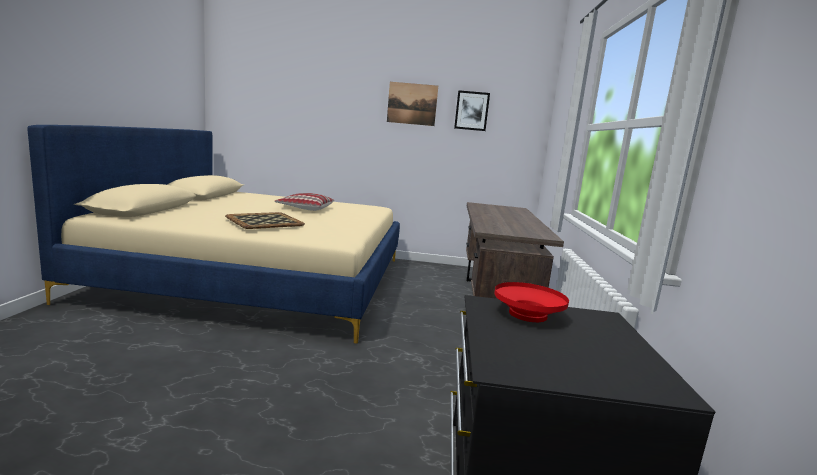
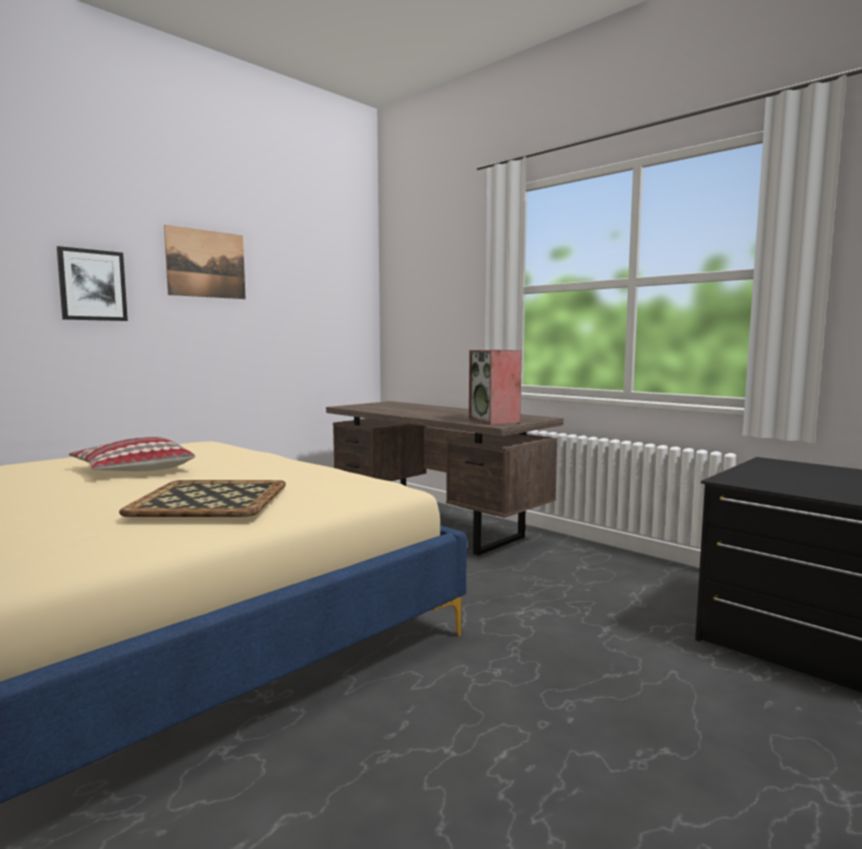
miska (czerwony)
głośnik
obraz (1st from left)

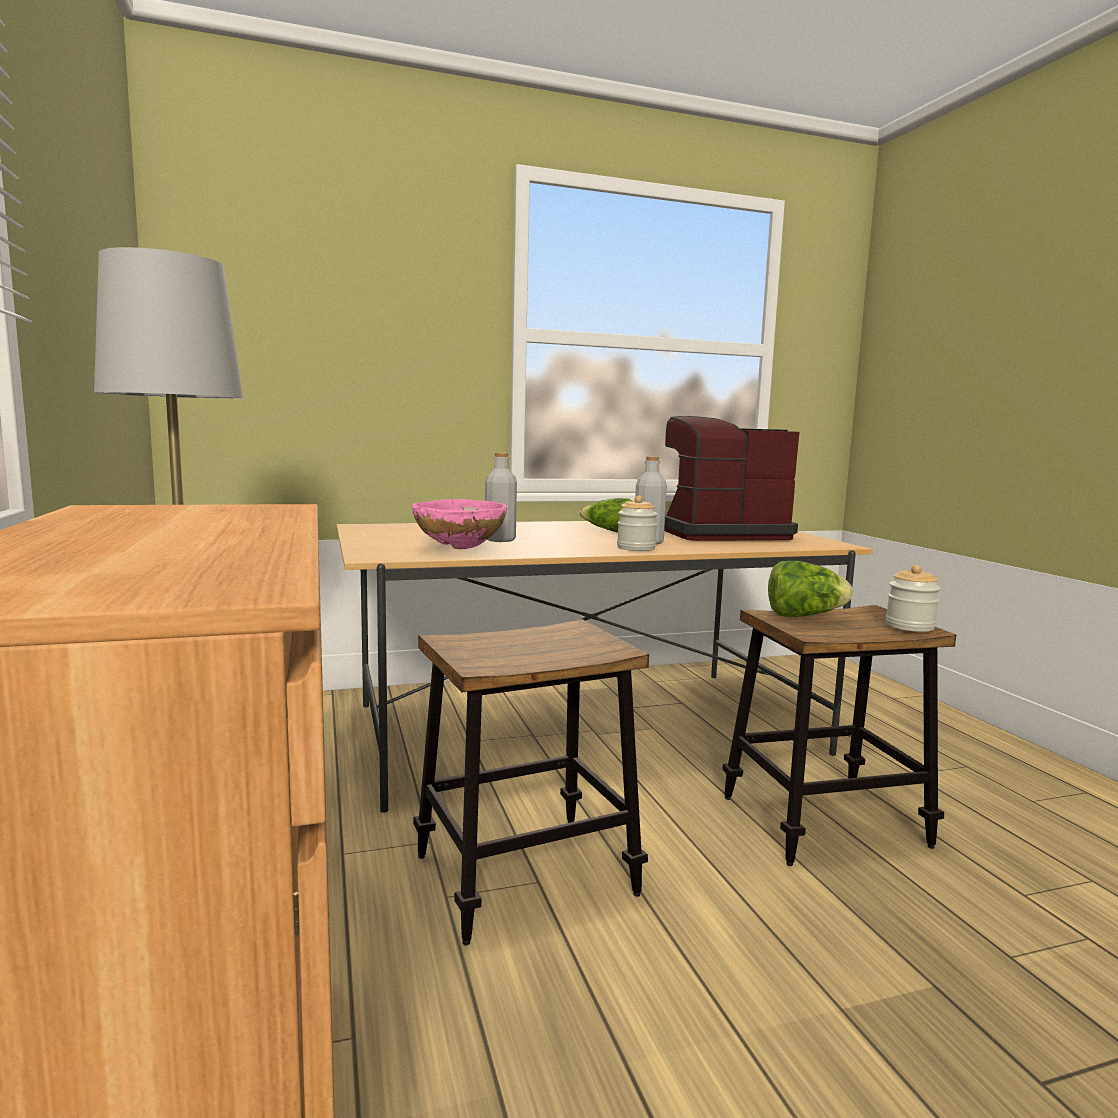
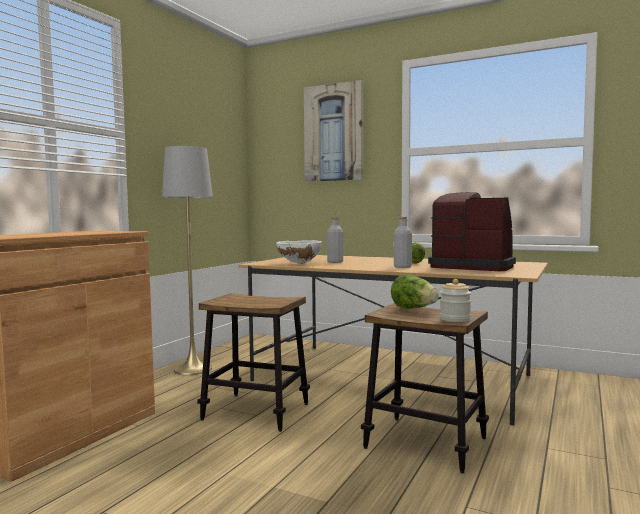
słoik (1st from left in the first image)
obraz
miska (biały)

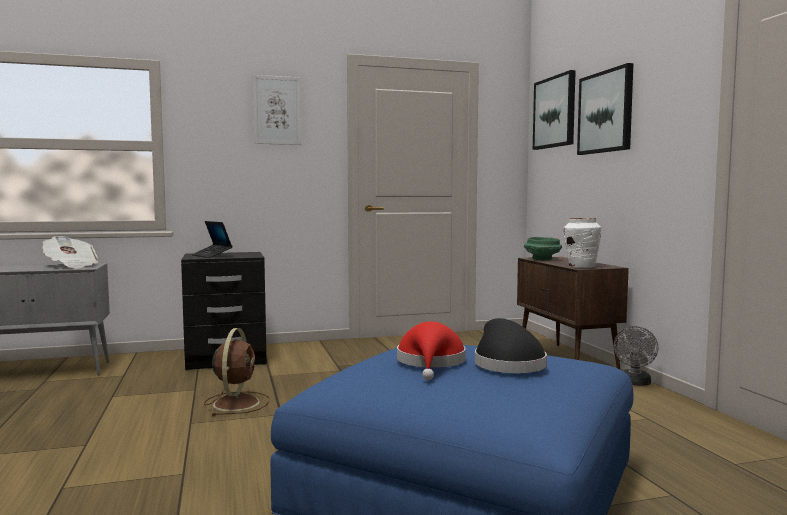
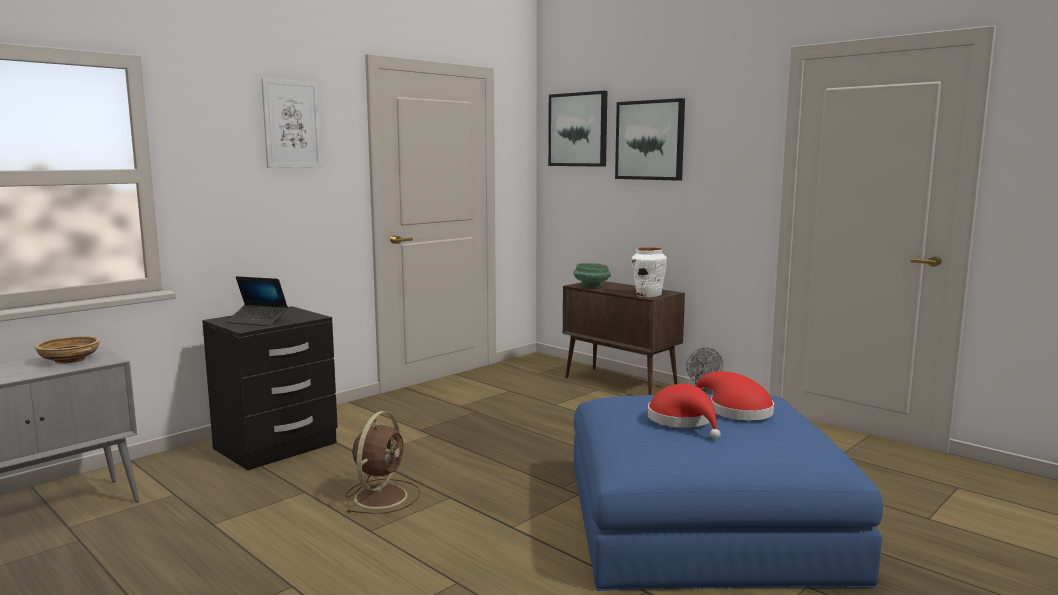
miska (beżowy)
kapelusz (czerwony) (2nd from left)
wentylator (brązowy)

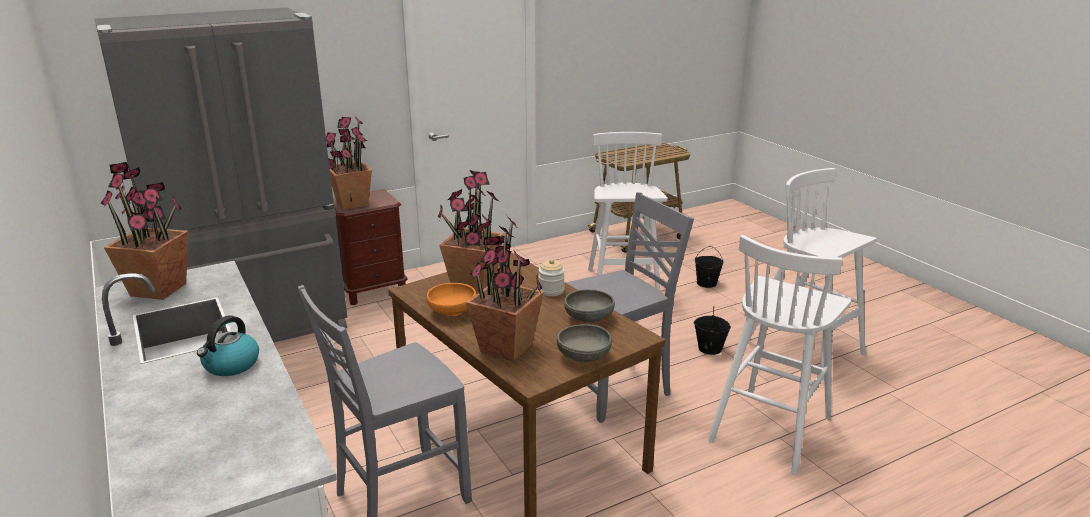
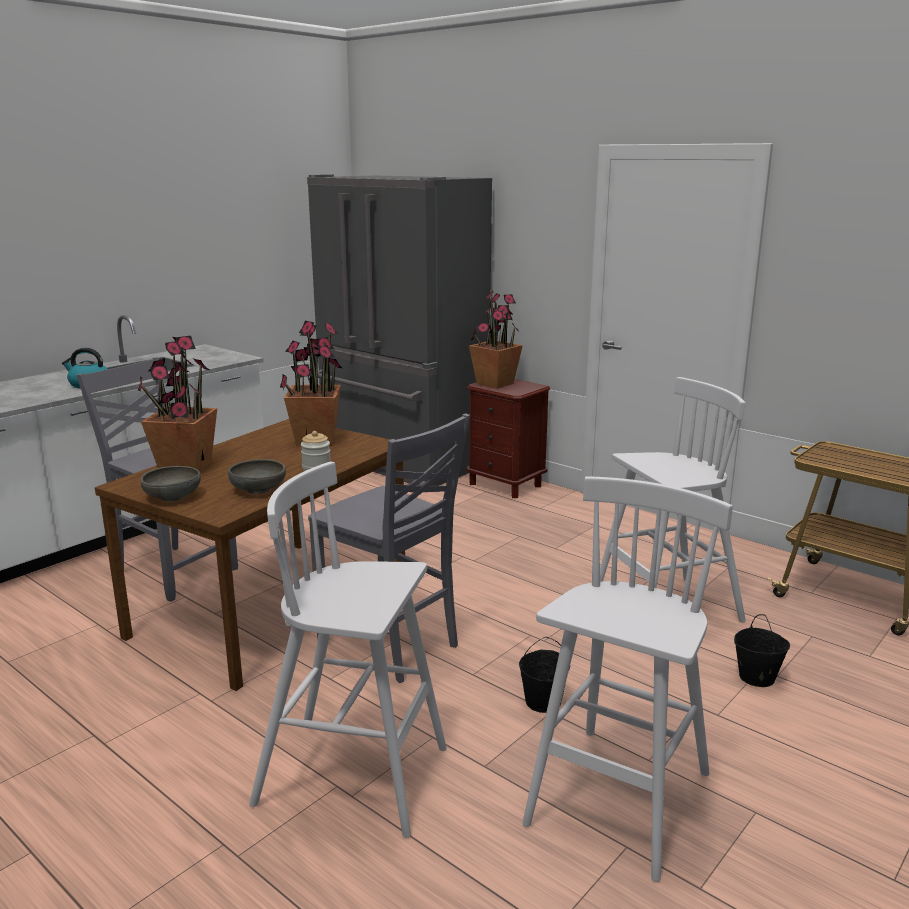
roślina doniczkowa (1st from left in the first image)
miska (pomarańczowy)

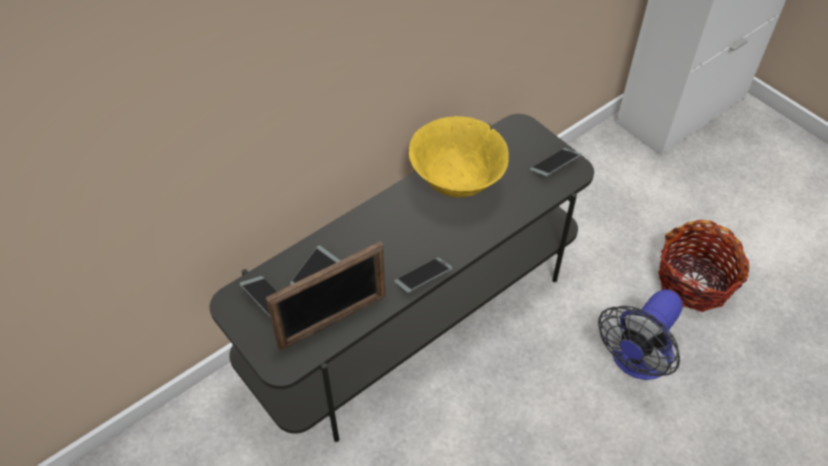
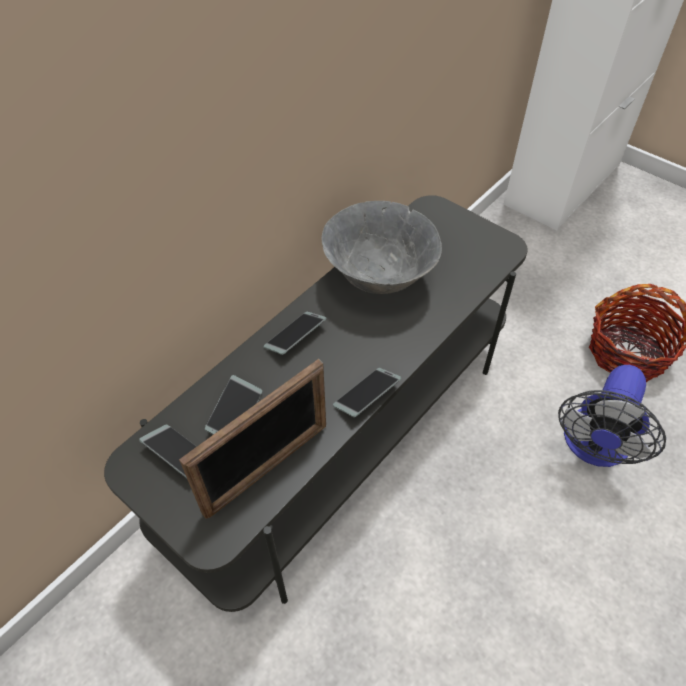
telefon (3rd from left)
miska (szary)

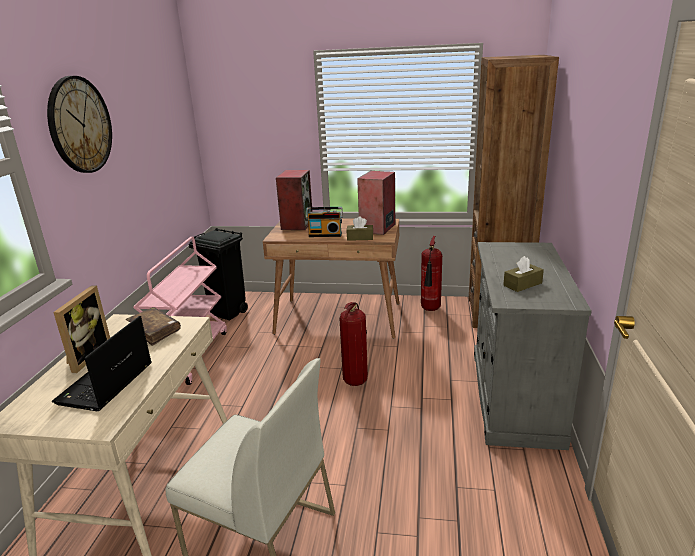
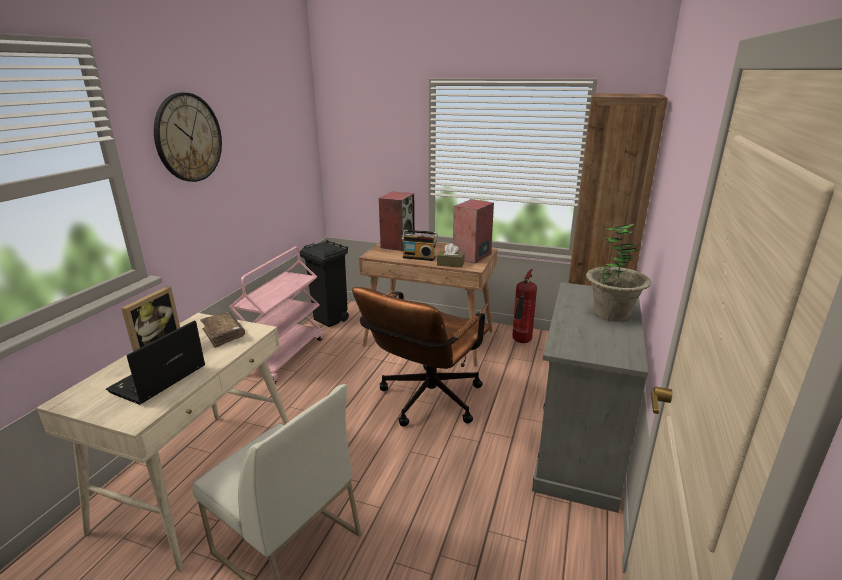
pudełko chusteczek (brązowy) (2nd from left in the first image)
roślina doniczkowa
krzesło biurowe (brązowy)

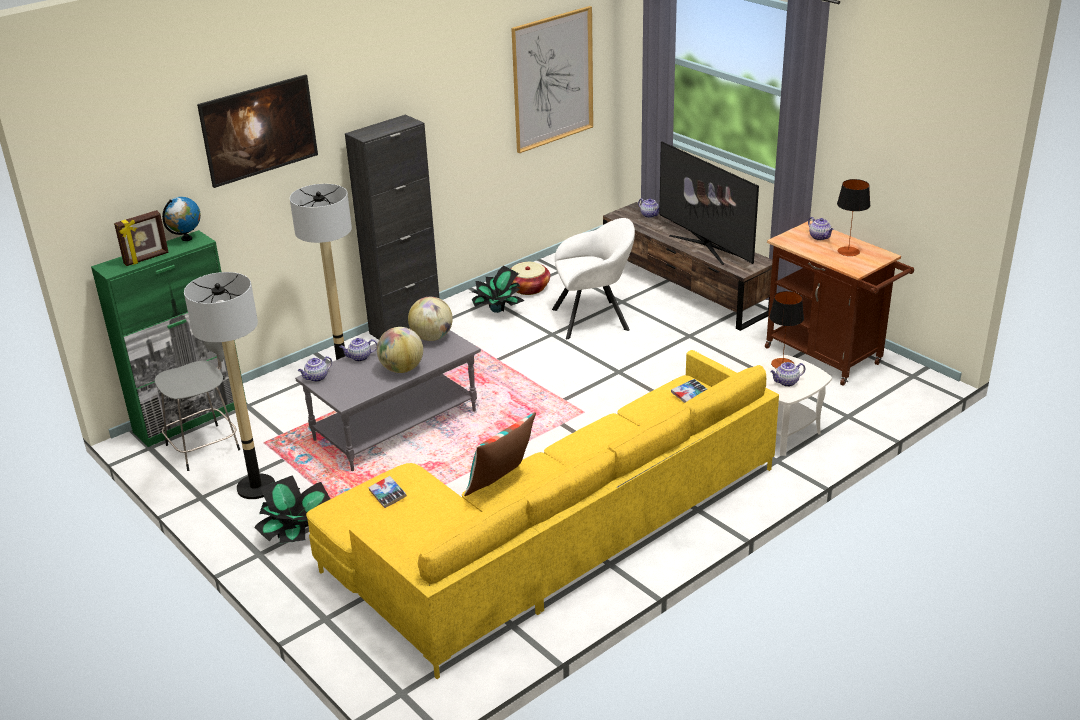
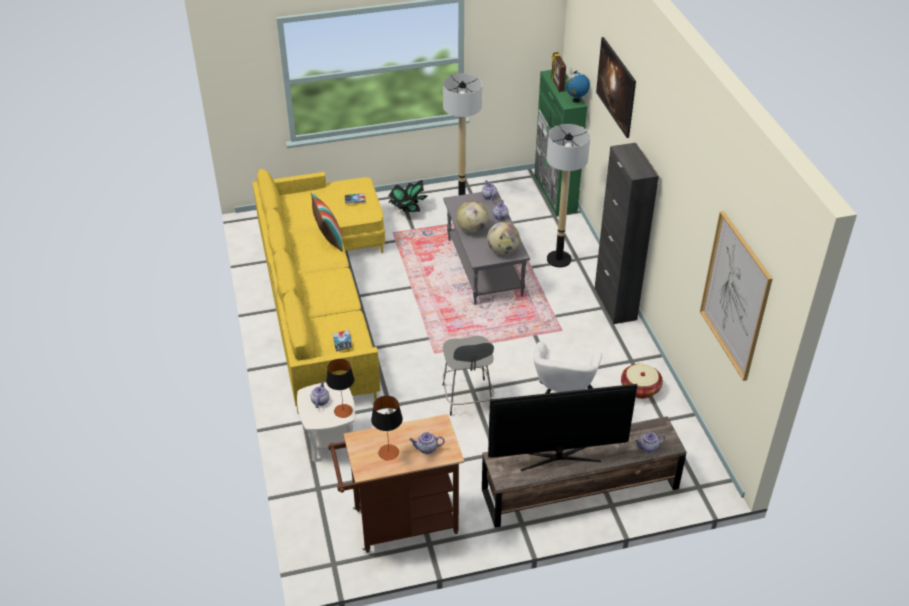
roślina doniczkowa (2nd from left in the first image)
stołek (szary)

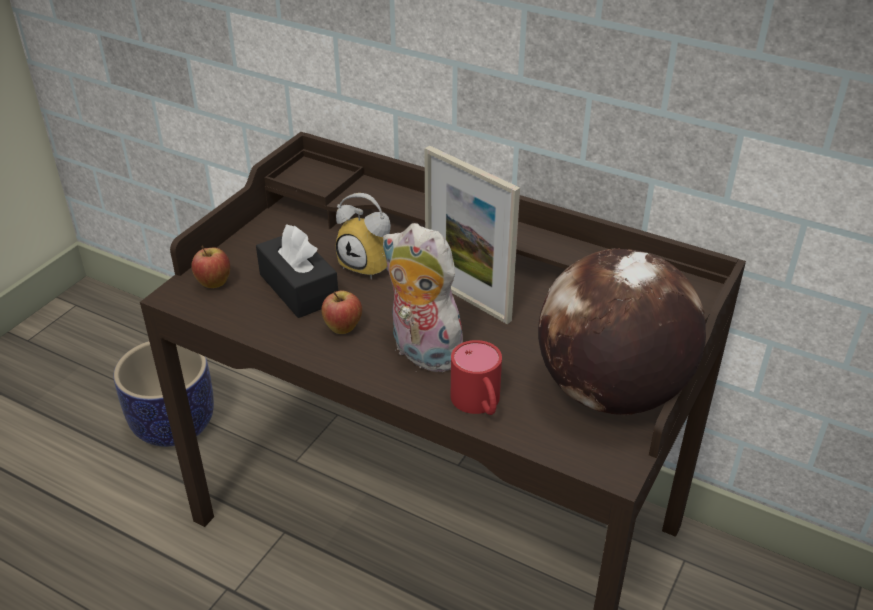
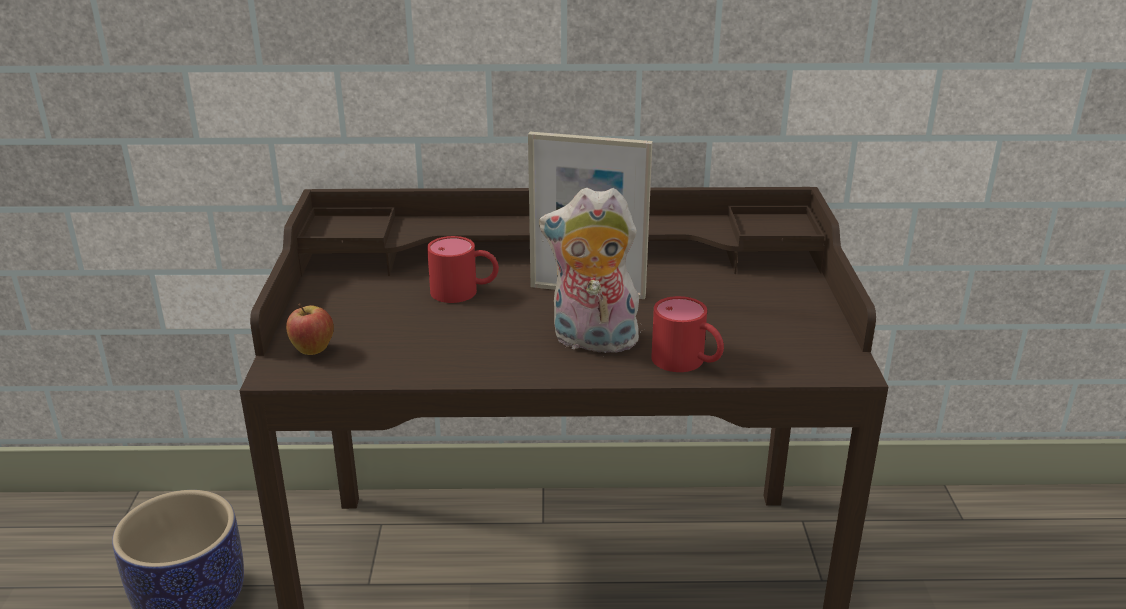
pudełko chusteczek (czarny)
jabłko (2nd from left in the first image)
globus
kubek (czerwony) (1st from left)

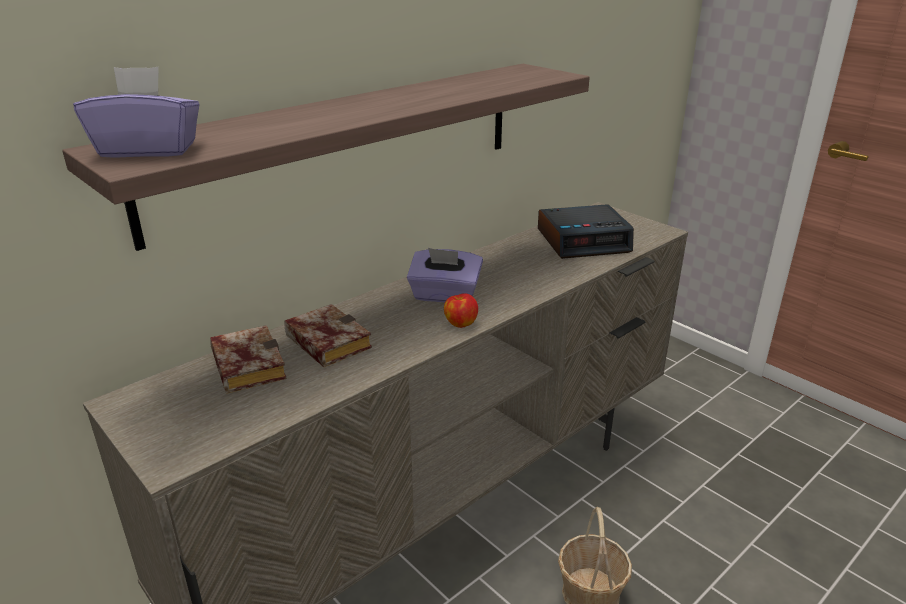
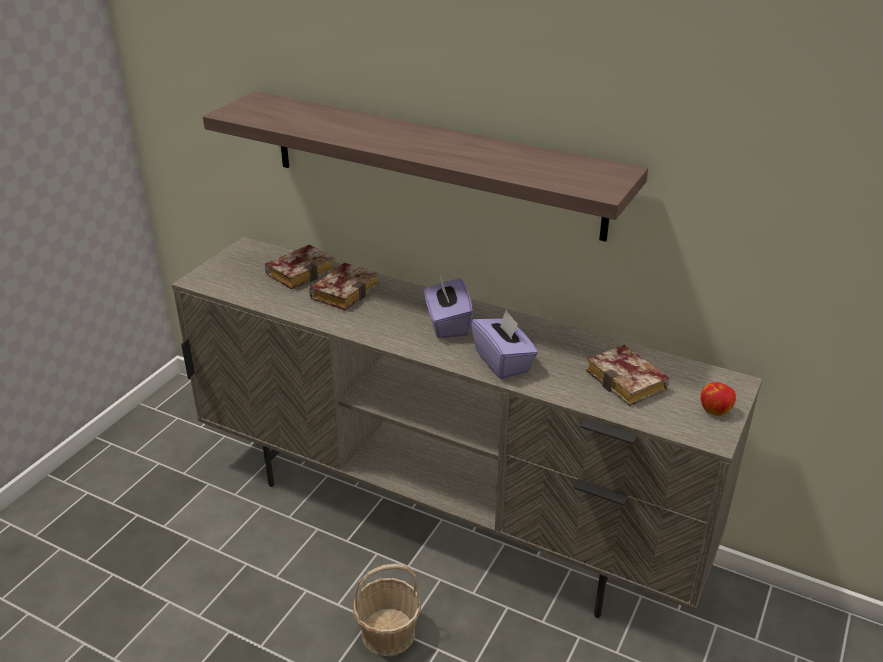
pudełko chusteczek (fioletowy) (2nd from left)
jabłko
książka (3rd from left)

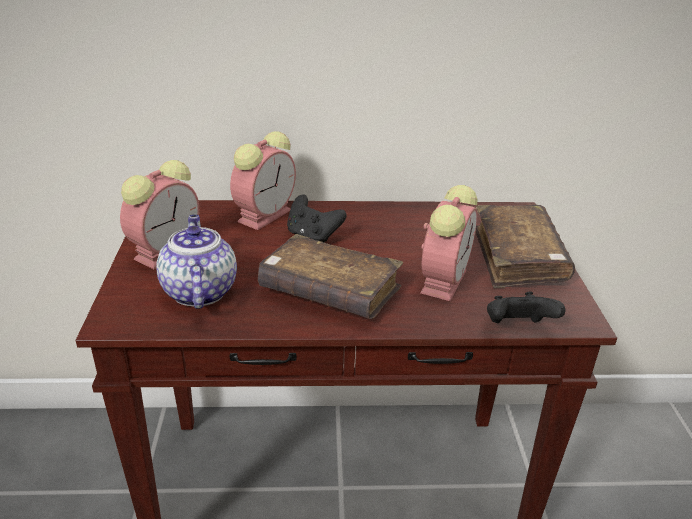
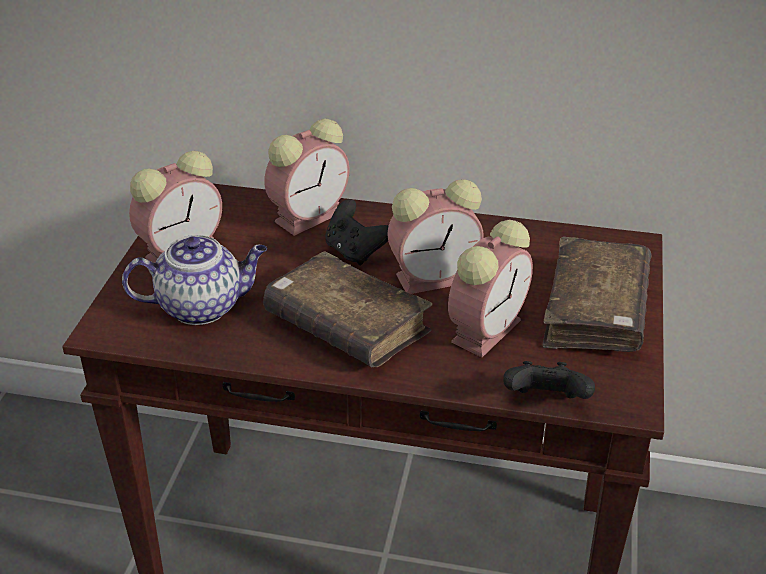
budzik (3rd from left)
imbryk

